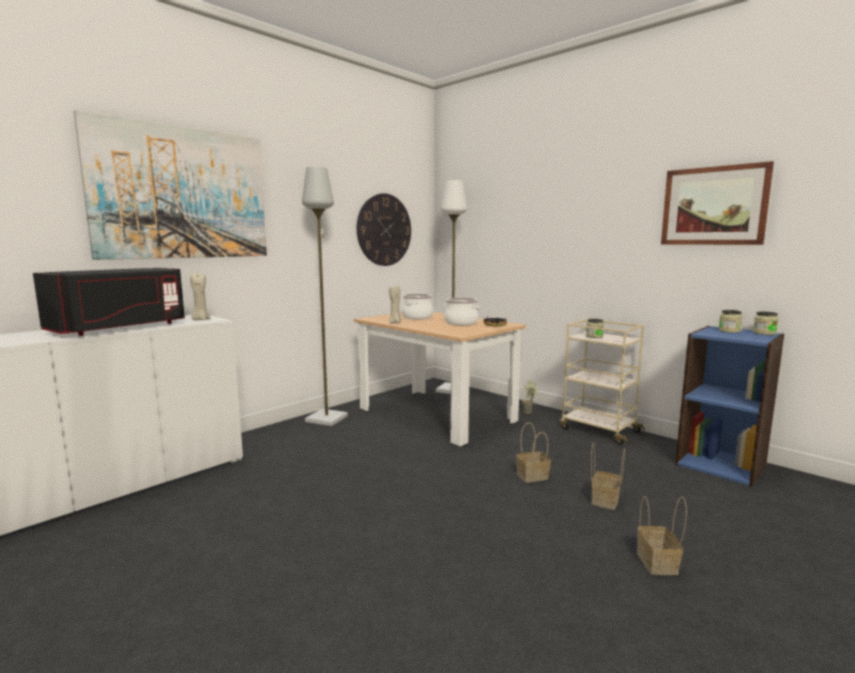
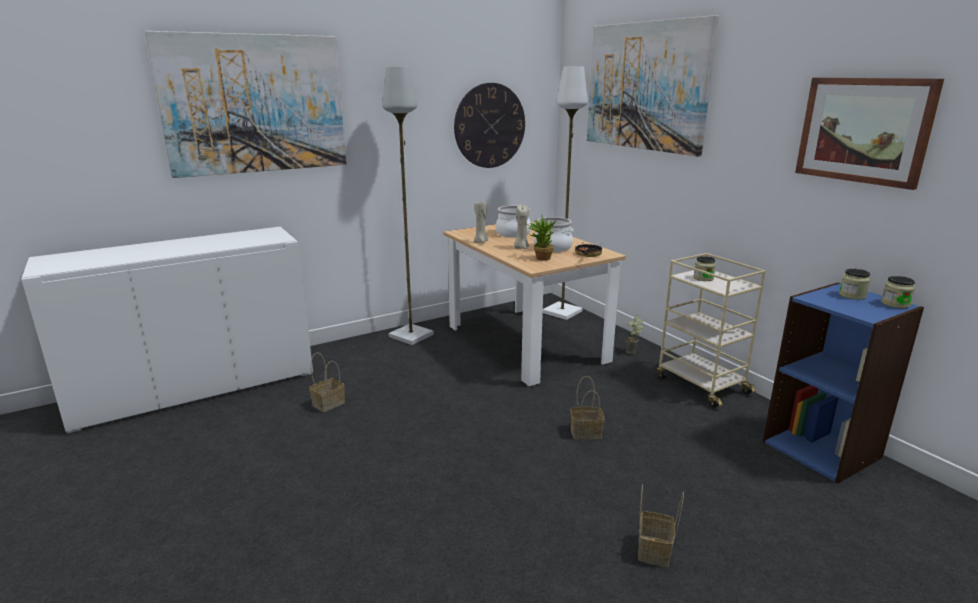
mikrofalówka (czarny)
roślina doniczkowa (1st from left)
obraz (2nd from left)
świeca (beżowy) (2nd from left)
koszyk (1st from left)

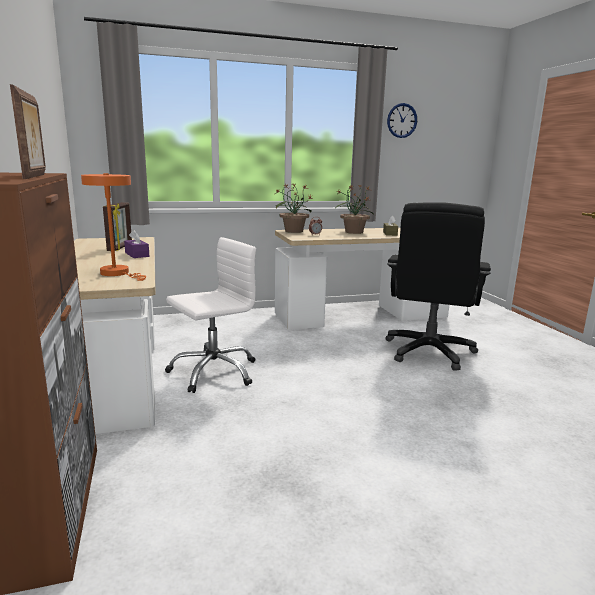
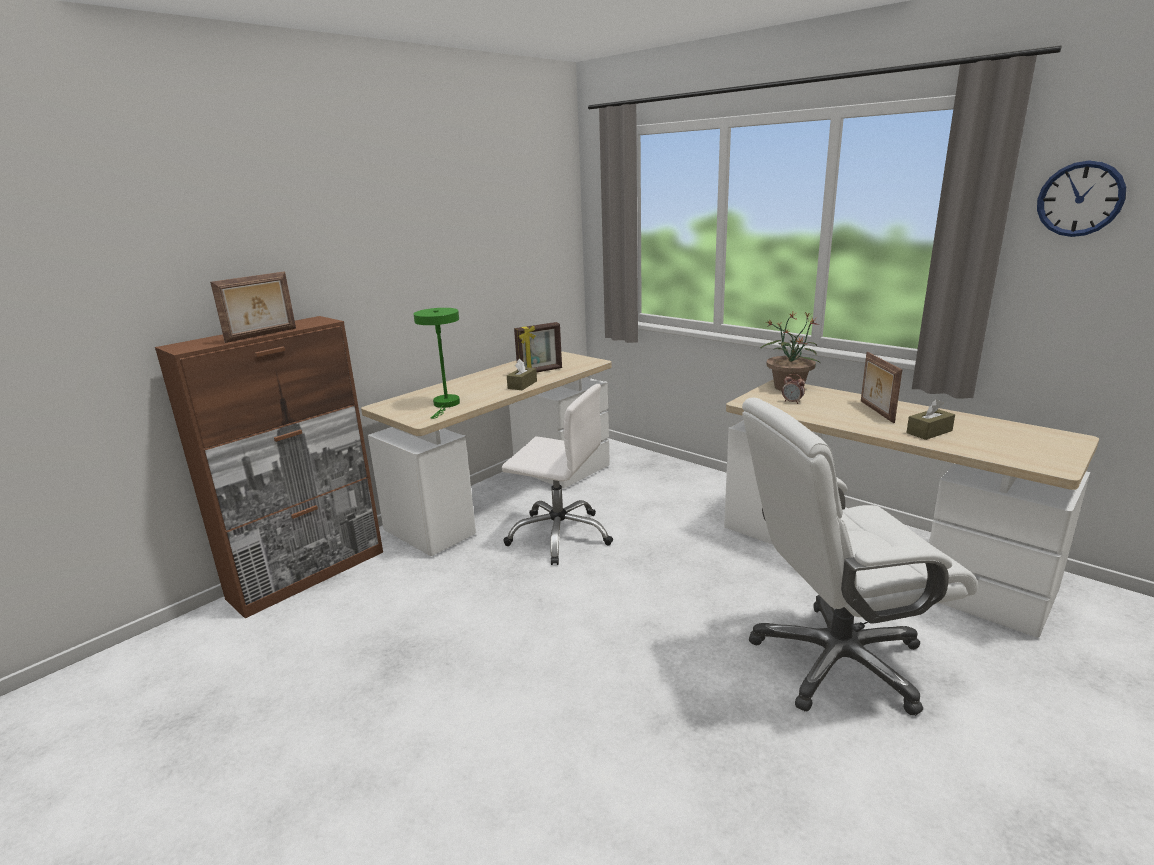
ramka na zdjęcie (3rd from left)
lampa stołowa (zielony)
pudełko chusteczek (brązowy) (1st from left)
krzesło biurowe (biały) (2nd from left)

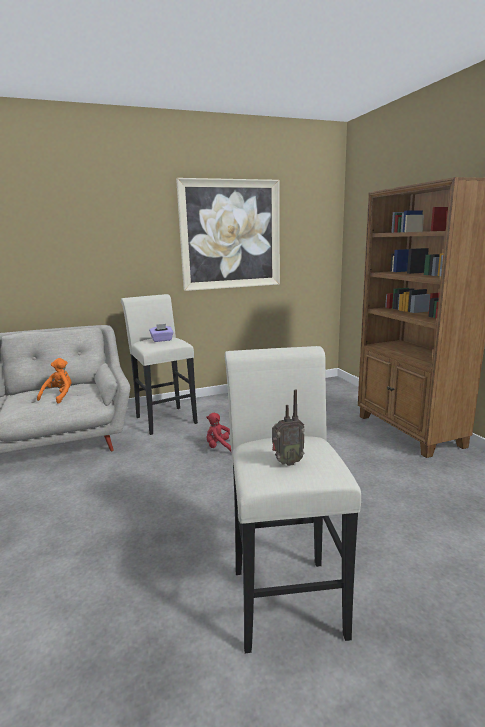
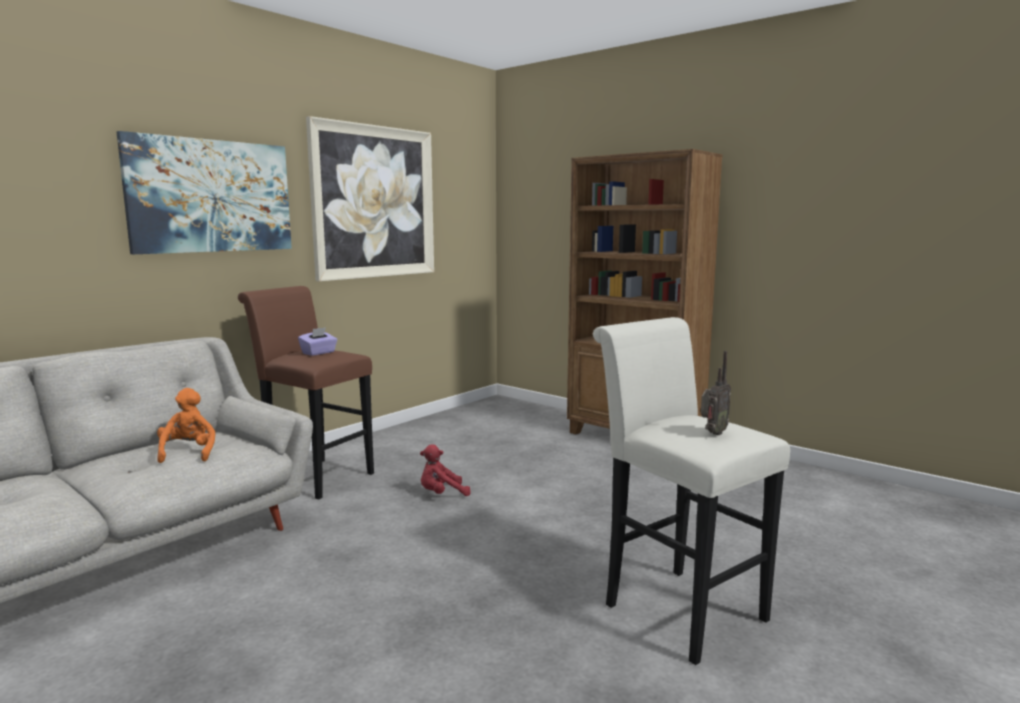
obraz (1st from left)
stołek (brązowy)

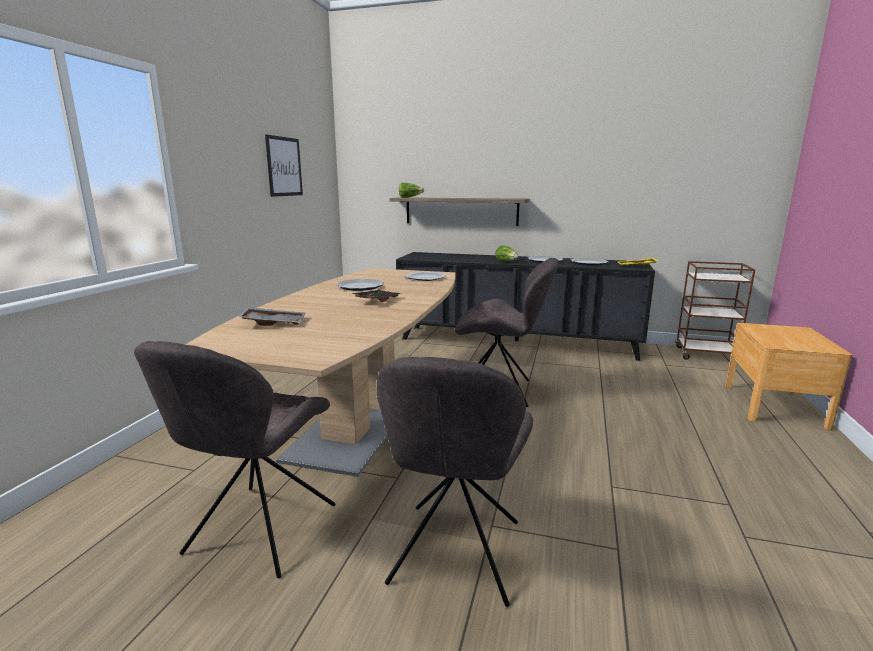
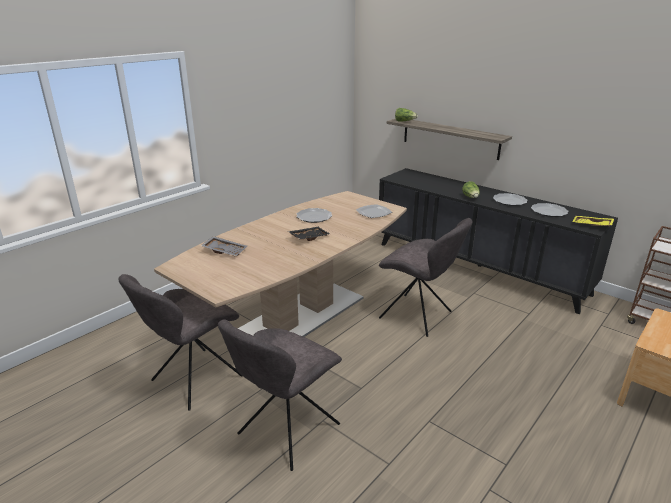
obraz

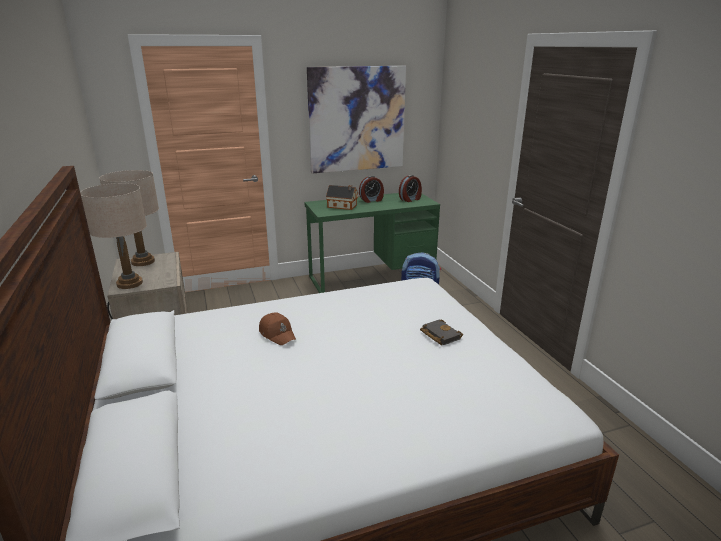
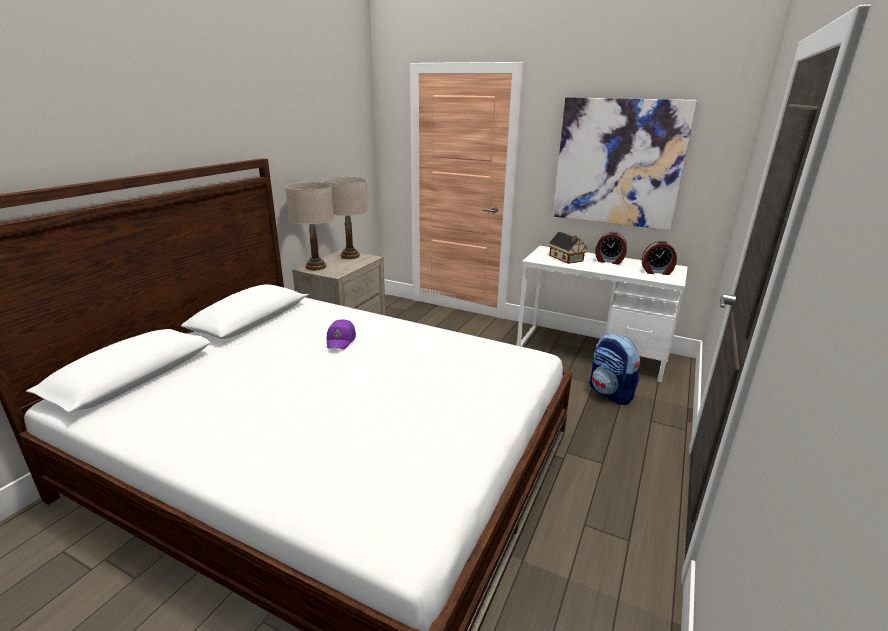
książka (czarny)
czapka z daszkiem (fioletowy)
biurko (biały)

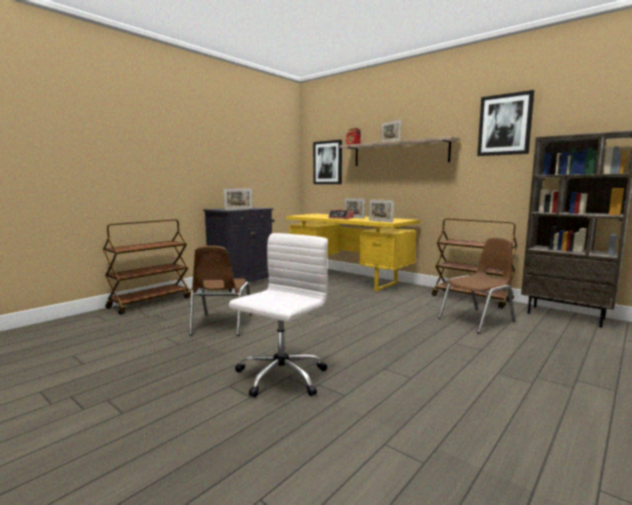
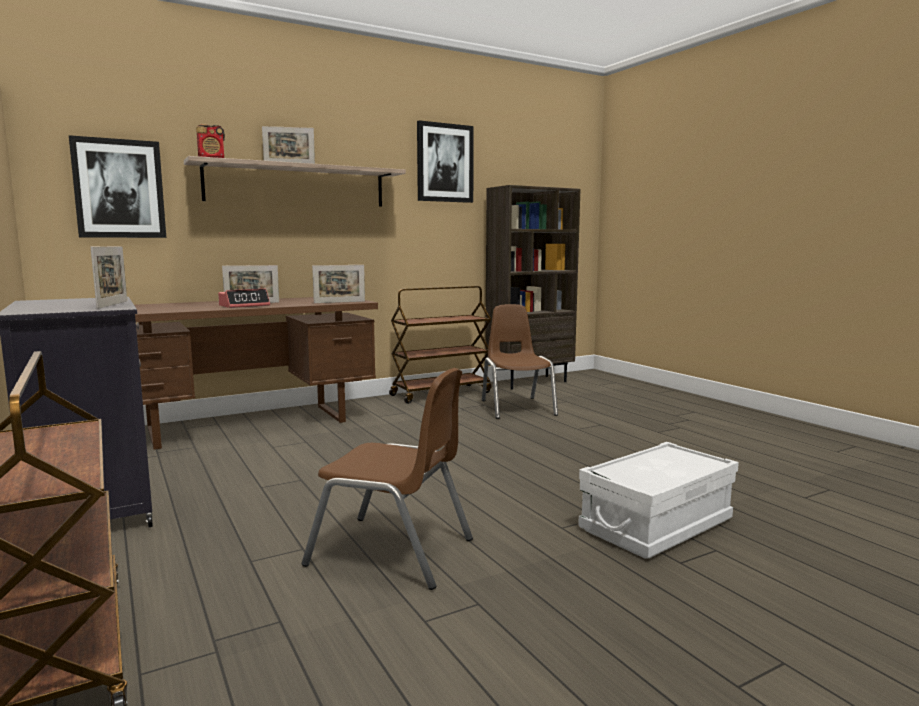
pojemnik do przechowywania (biały)
biurko (brązowy)

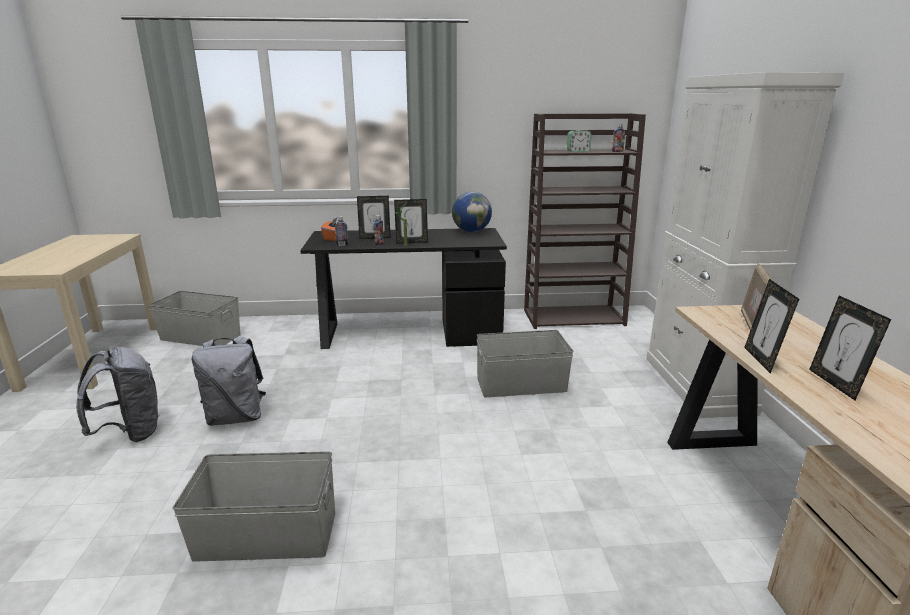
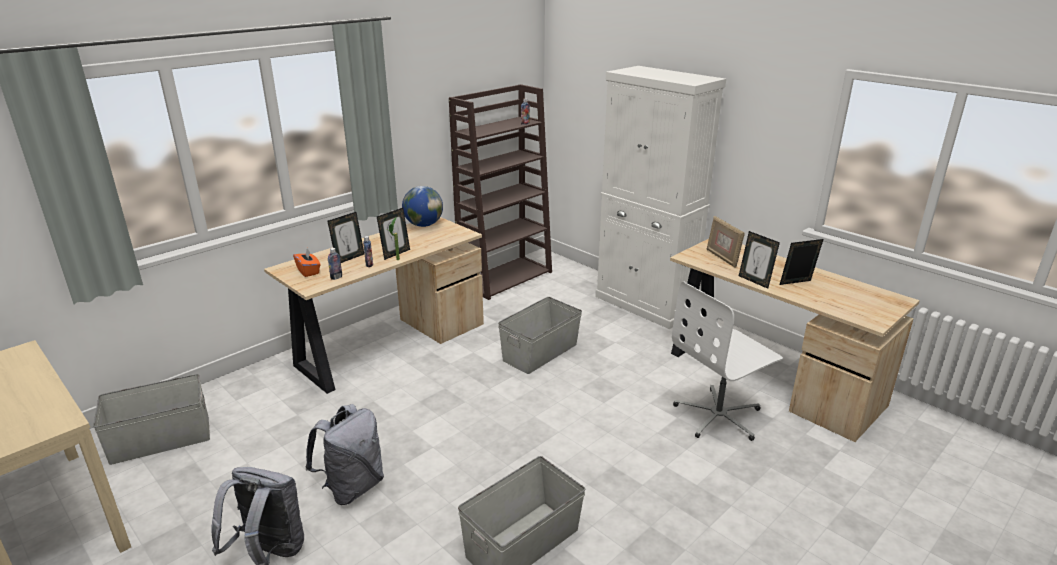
budzik
krzesło biurowe (biały)
biurko (beżowy) (1st from left)
ramka na zdjęcie (5th from left)

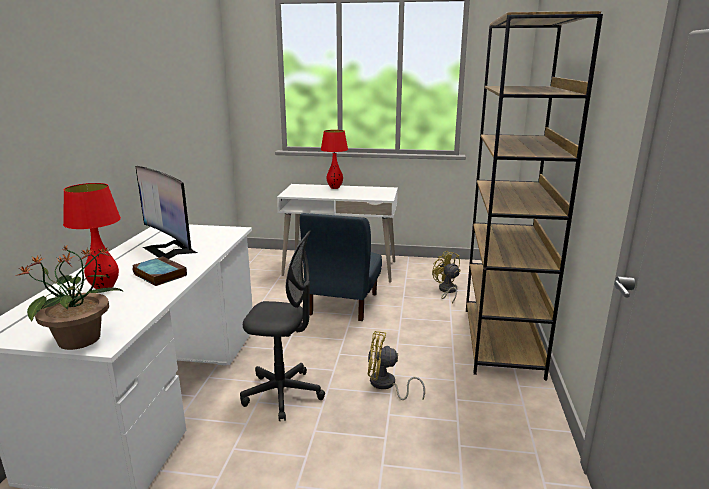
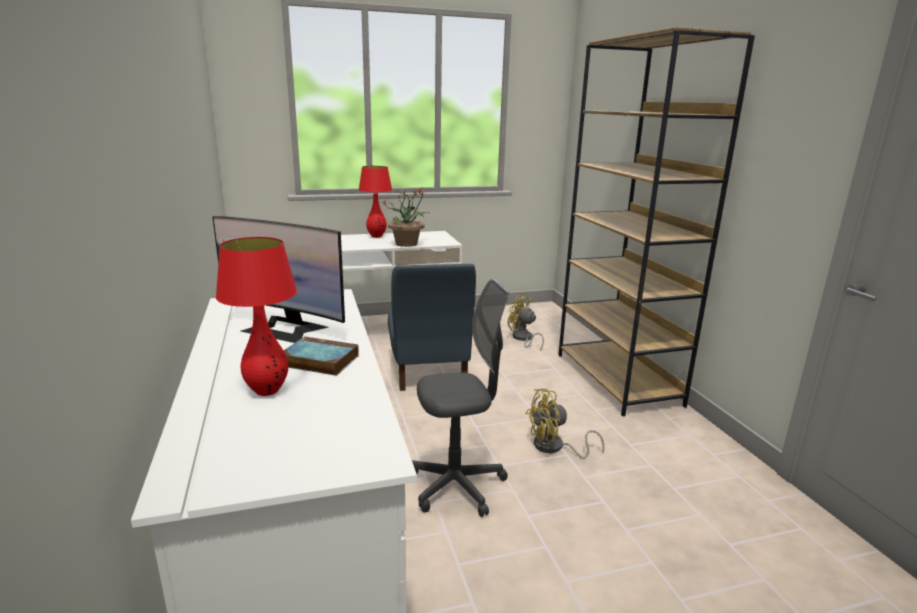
roślina doniczkowa

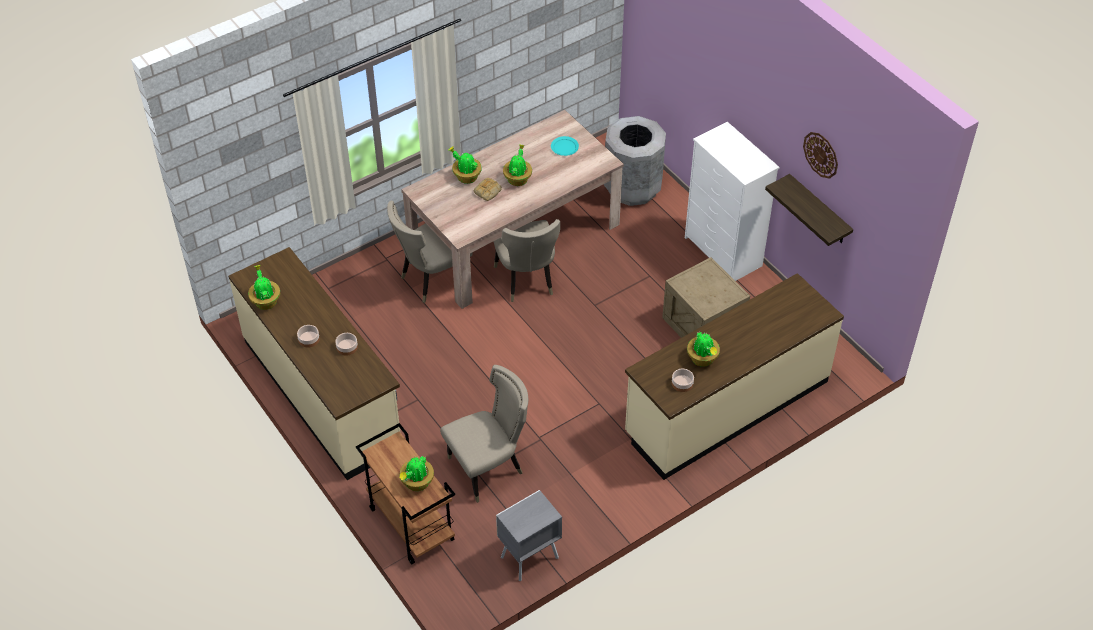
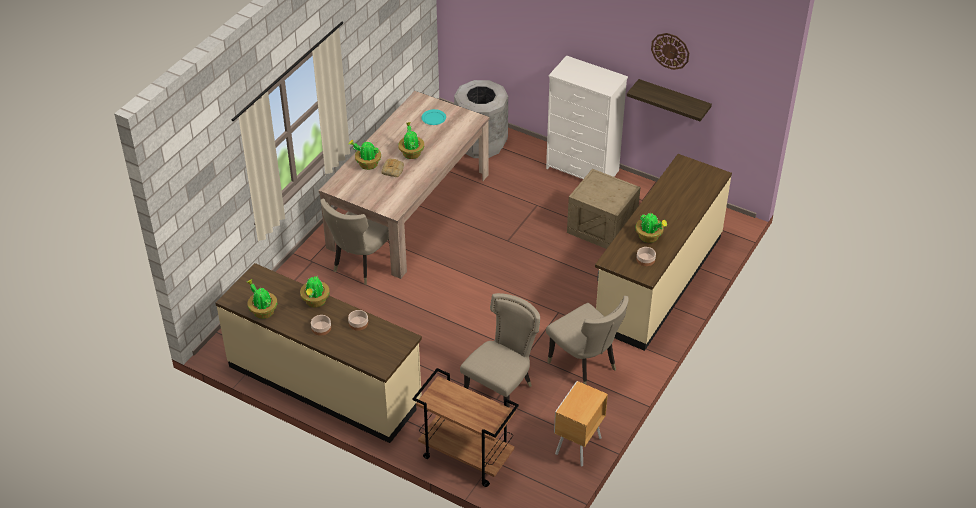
roślina doniczkowa (2nd from left)
krzesło (beżowy) (3rd from left)
szafka nocna (brązowy)

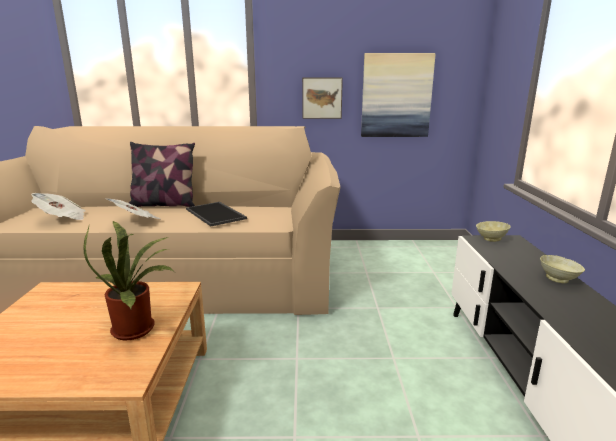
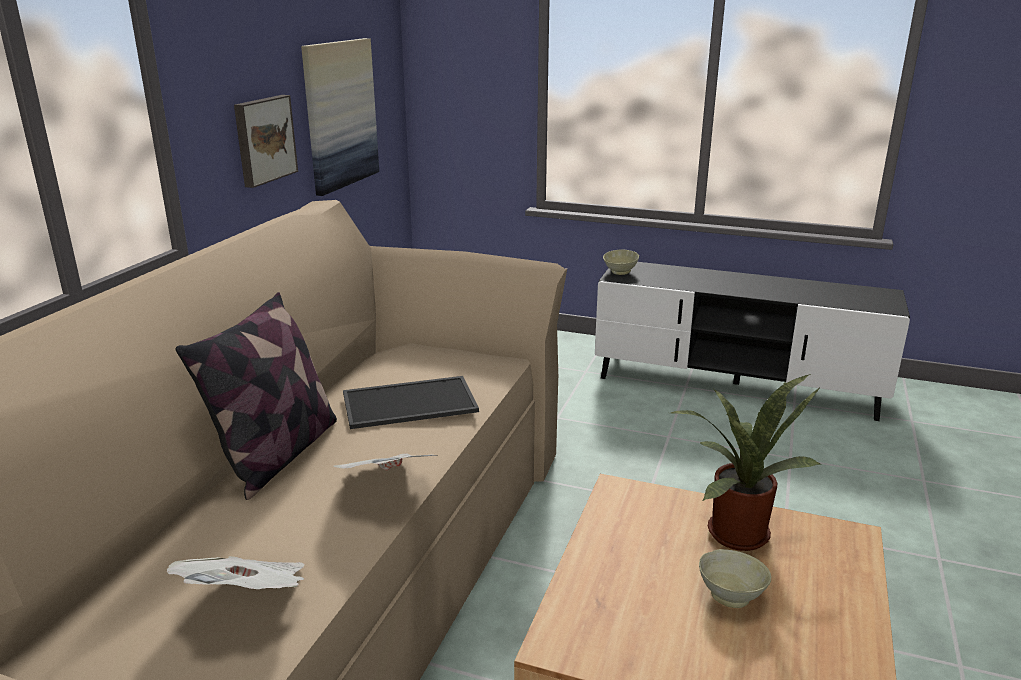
miska (beżowy) (2nd from left)

